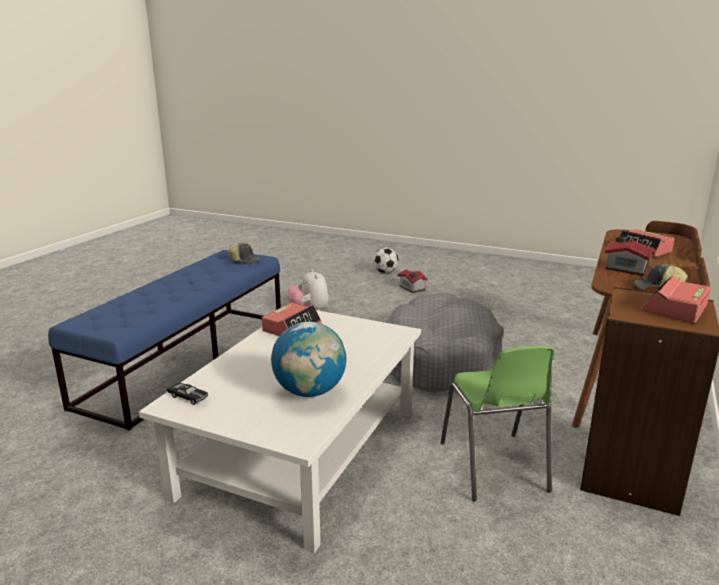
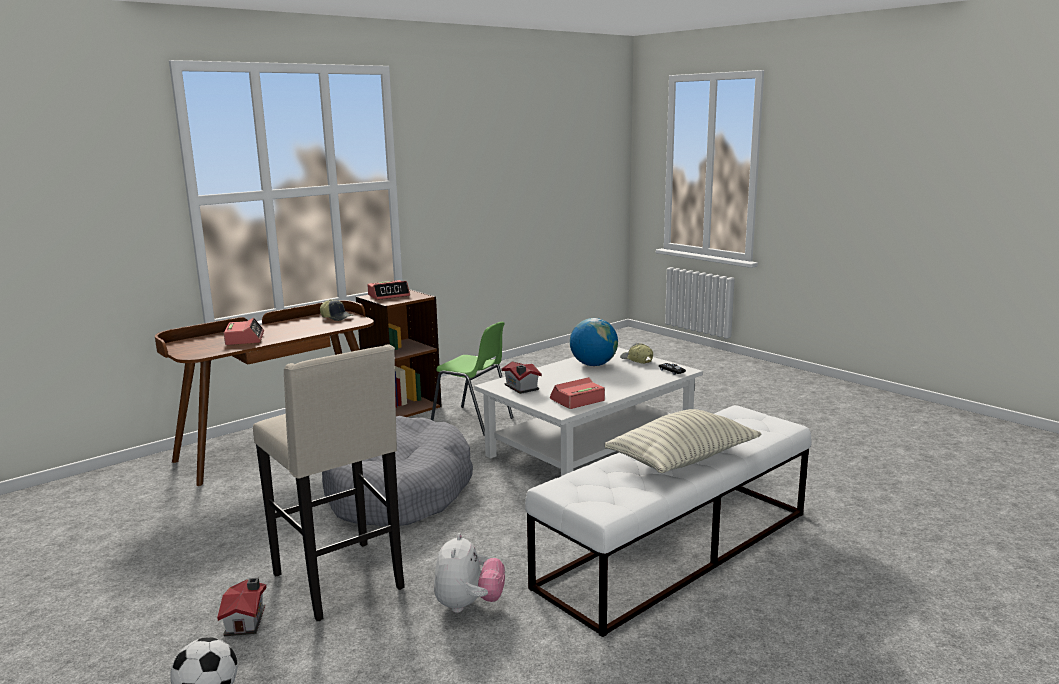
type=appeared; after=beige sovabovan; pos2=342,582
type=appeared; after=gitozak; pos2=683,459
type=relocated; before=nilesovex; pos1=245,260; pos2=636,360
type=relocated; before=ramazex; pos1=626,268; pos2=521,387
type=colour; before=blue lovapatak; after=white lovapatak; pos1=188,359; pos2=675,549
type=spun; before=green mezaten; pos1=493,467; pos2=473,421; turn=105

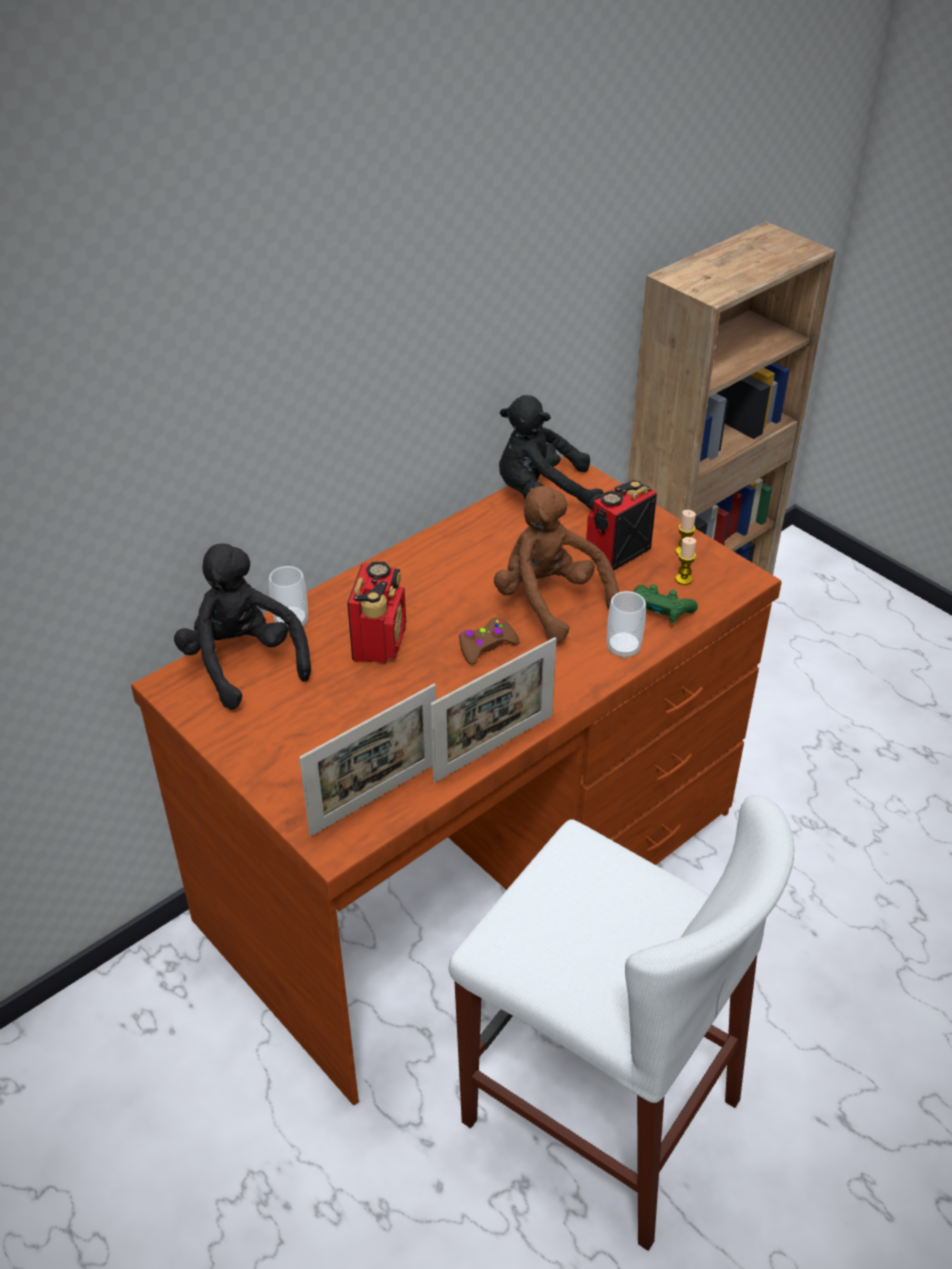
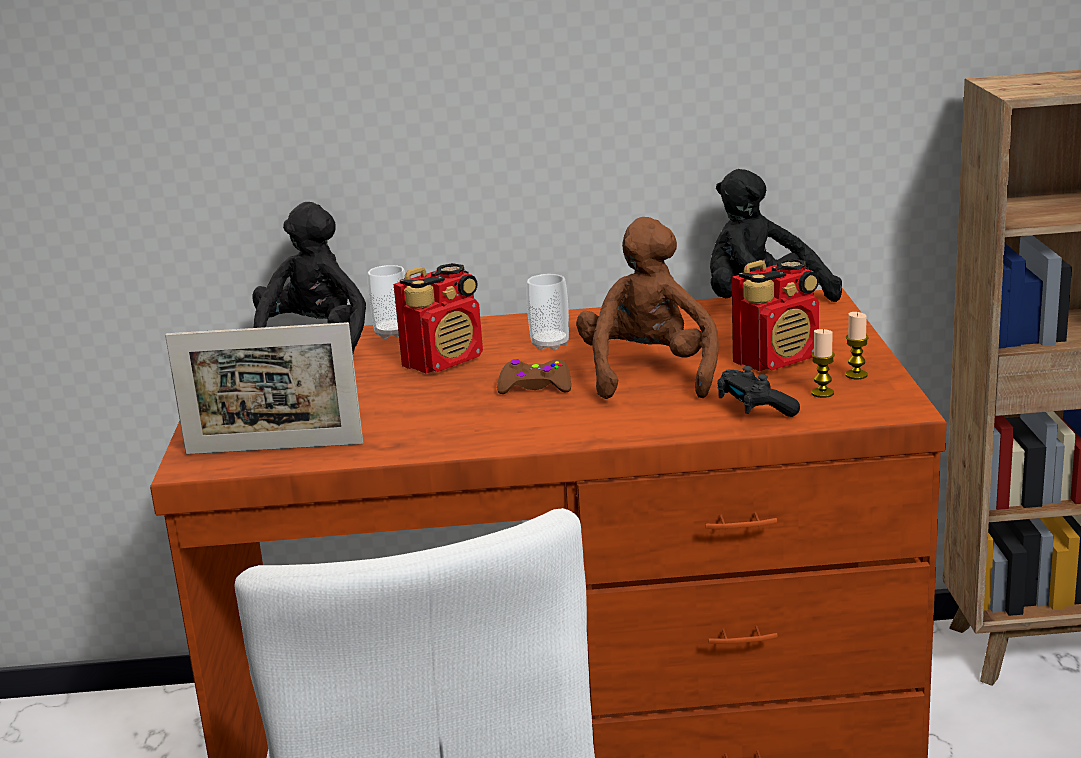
type=missing; before=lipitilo; pos1=494,748
type=relocated; before=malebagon; pos1=623,648; pos2=550,345
type=colour; before=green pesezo; after=black pesezo; pos1=660,612; pos2=755,408
type=spun; before=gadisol; pos1=616,552; pos2=777,359; turn=150

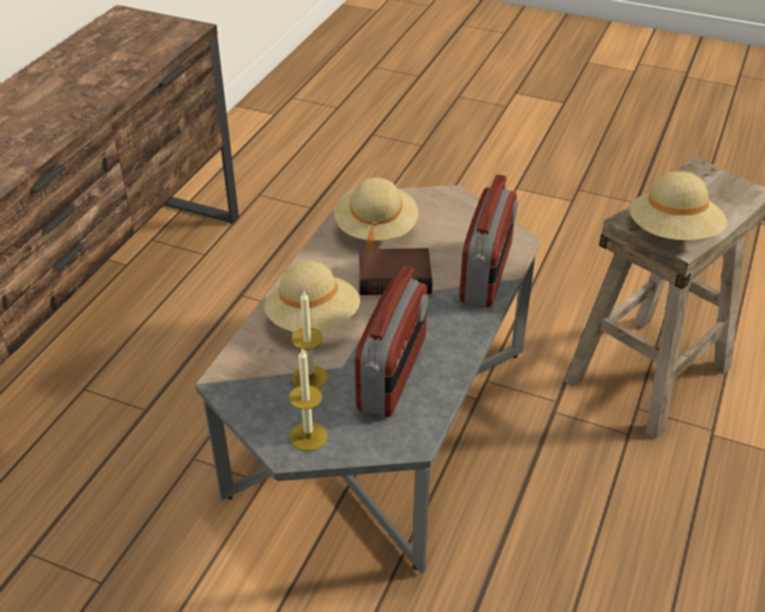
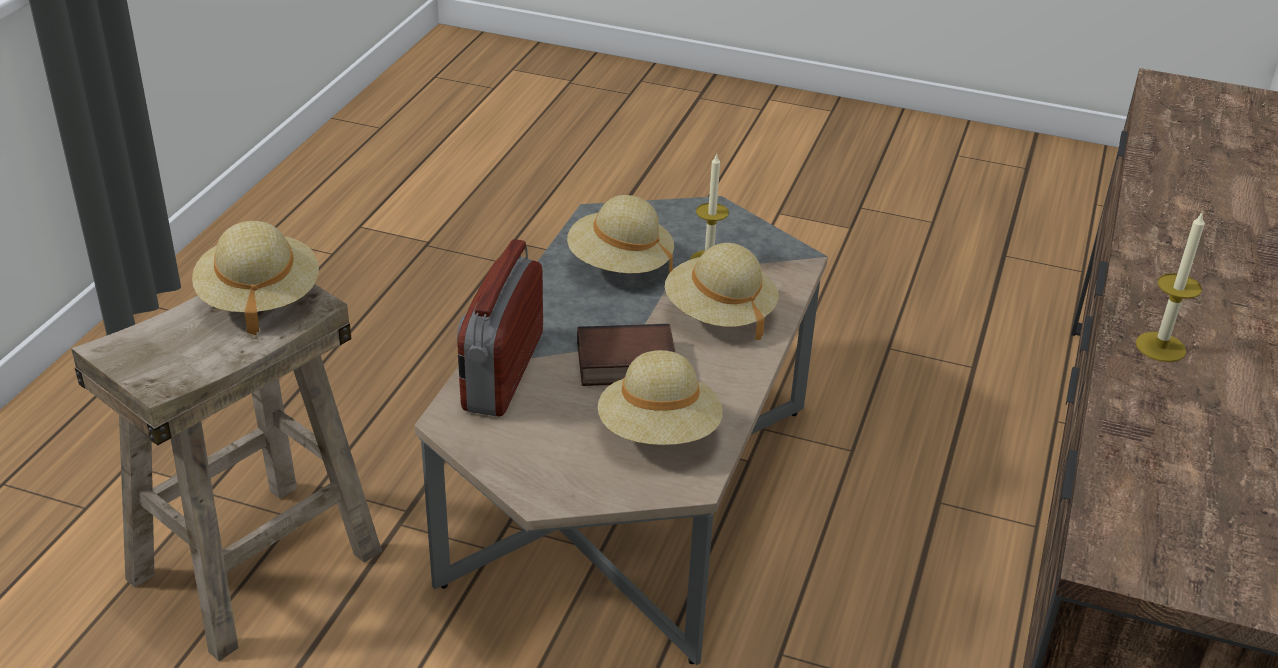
type=relocated; before=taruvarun; pos1=308,436; pos2=1160,347
type=exchanged; before=gadisol; after=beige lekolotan; pos1=393,374; pos2=619,265

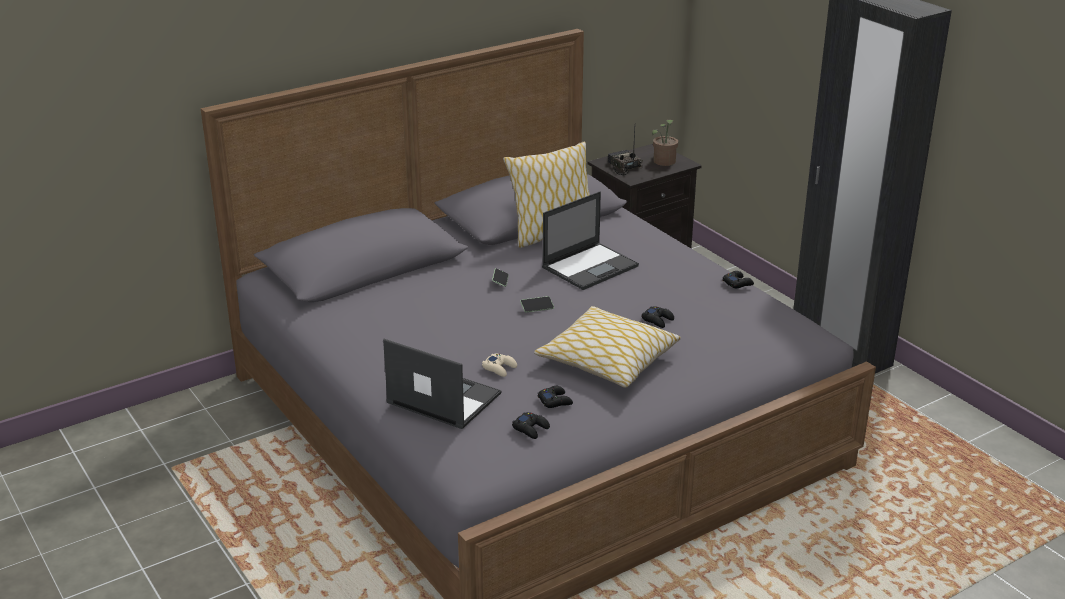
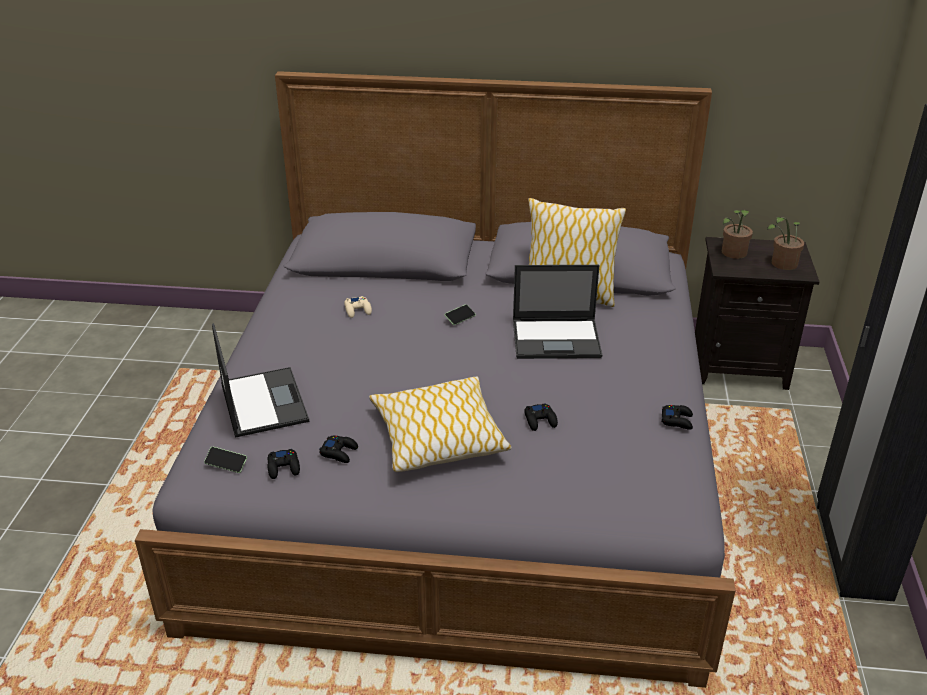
type=relocated; before=beige pesezo; pos1=499,368; pos2=358,310
type=relocated; before=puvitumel; pos1=537,308; pos2=226,464
type=exchanged; before=gadisol; after=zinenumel; pos1=623,166; pos2=733,254

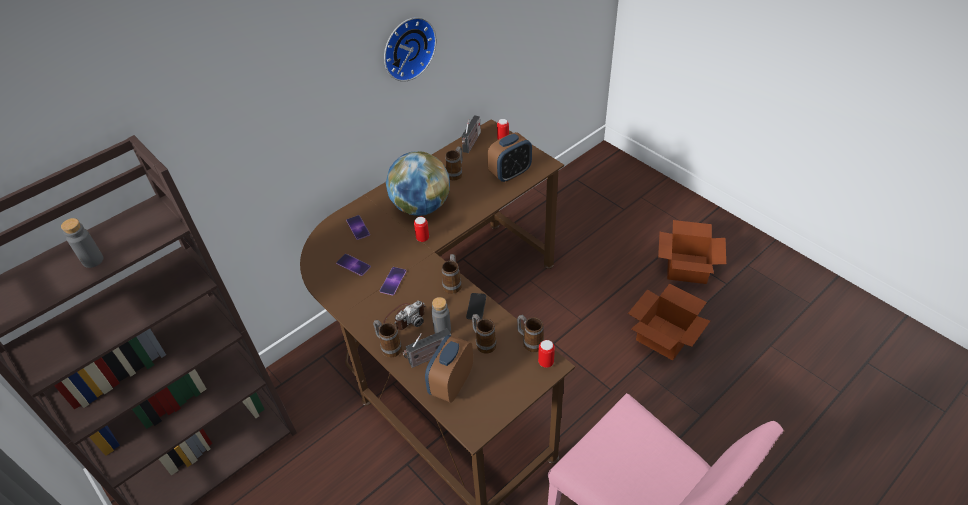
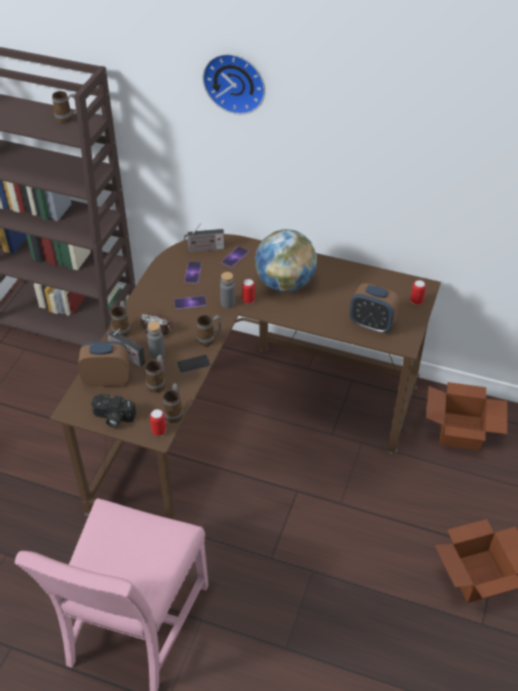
type=appeared; after=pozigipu; pos2=113,418
type=relocated; before=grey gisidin; pos1=93,260; pos2=228,303
type=relocated; before=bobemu; pos1=407,47; pos2=235,81
type=relocated; before=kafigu; pos1=456,173; pos2=67,119
type=relocated; before=gadisol; pos1=471,143; pos2=204,249
type=relocated; before=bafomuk; pos1=665,336; pos2=462,432

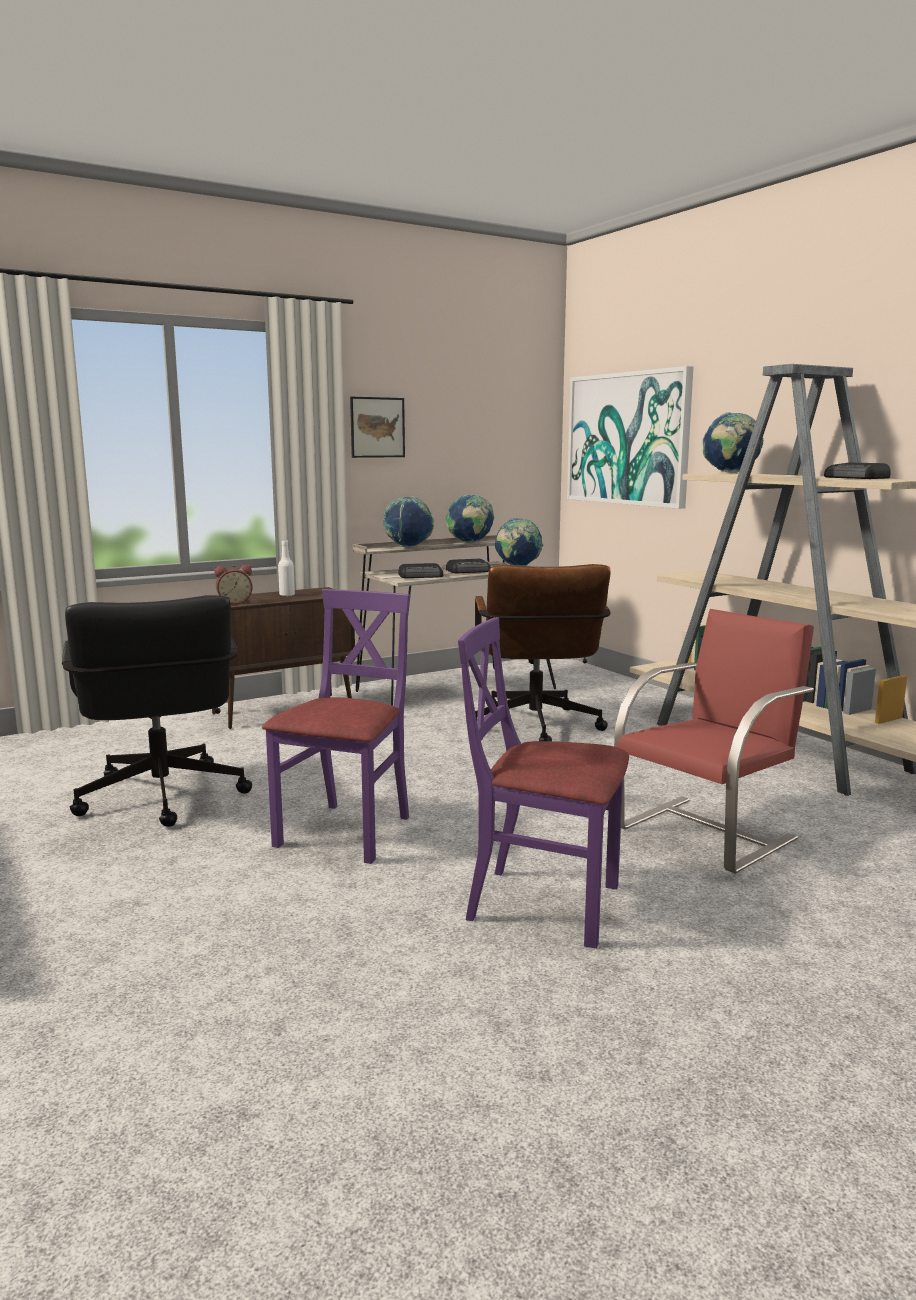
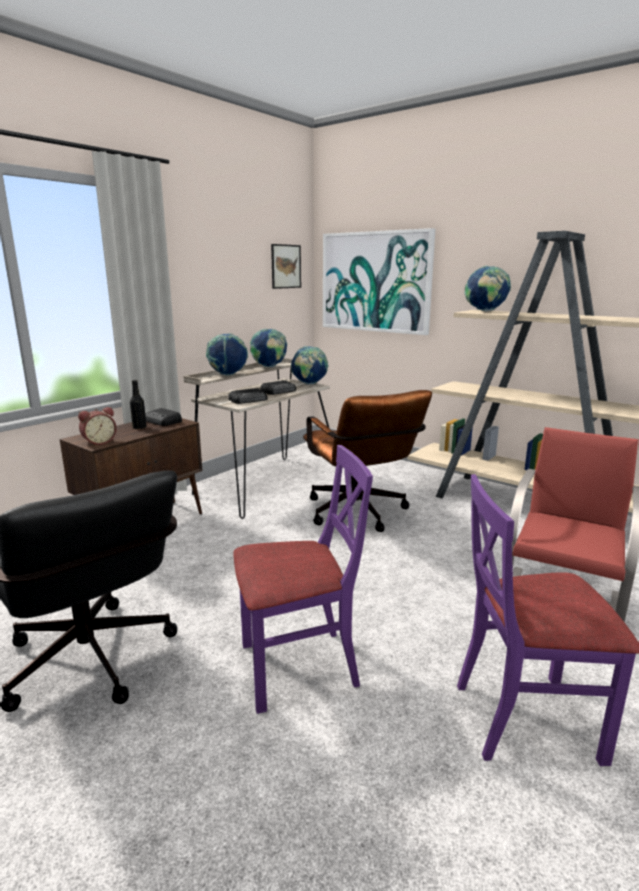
type=relocated; before=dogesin; pos1=377,427; pos2=286,266
type=relocated; before=gadisol; pos1=856,478; pos2=163,421
type=colour; before=white gisidin; after=black gisidin; pos1=287,595; pos2=139,427
type=spun; before=purple mezaten; pos1=346,832; pos2=298,666; turn=75

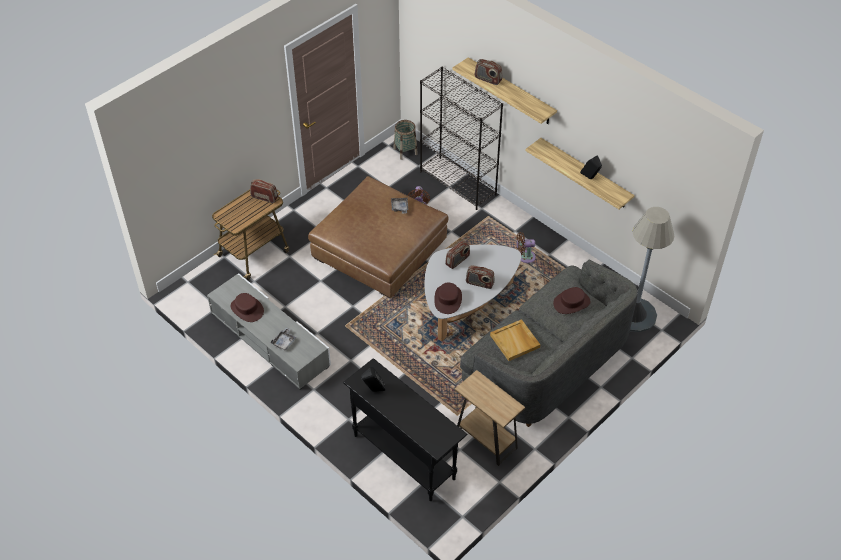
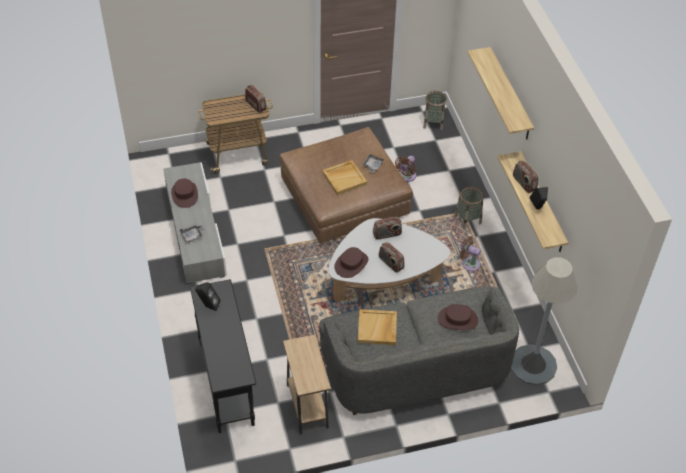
type=missing; before=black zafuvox; pos1=458,183
type=appeared; after=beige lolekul; pos2=344,178
type=appeared; after=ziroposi; pos2=467,219
type=relocated; before=gadisol; pos1=488,79; pos2=524,183

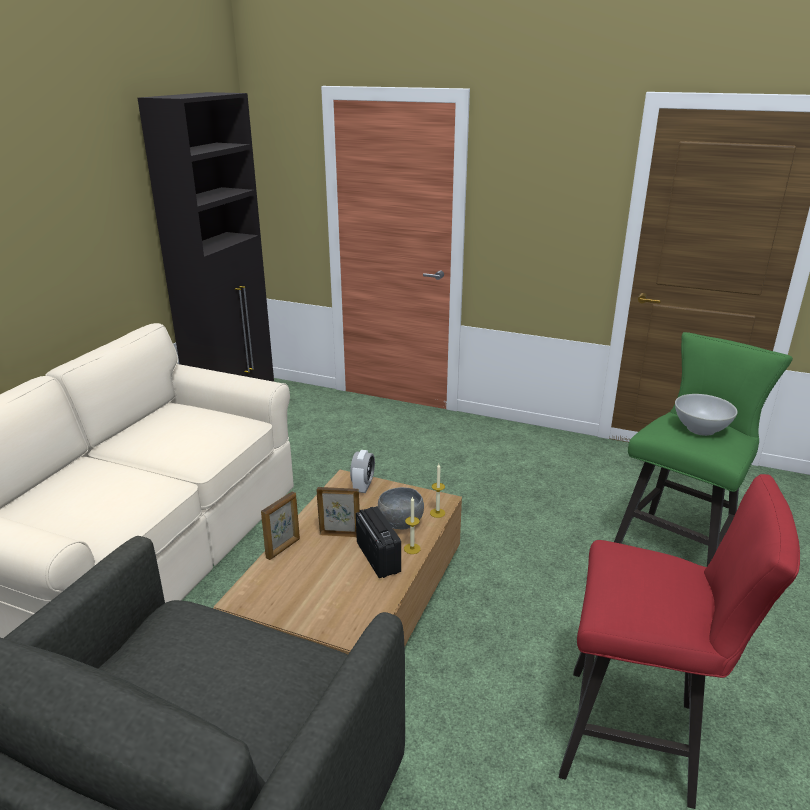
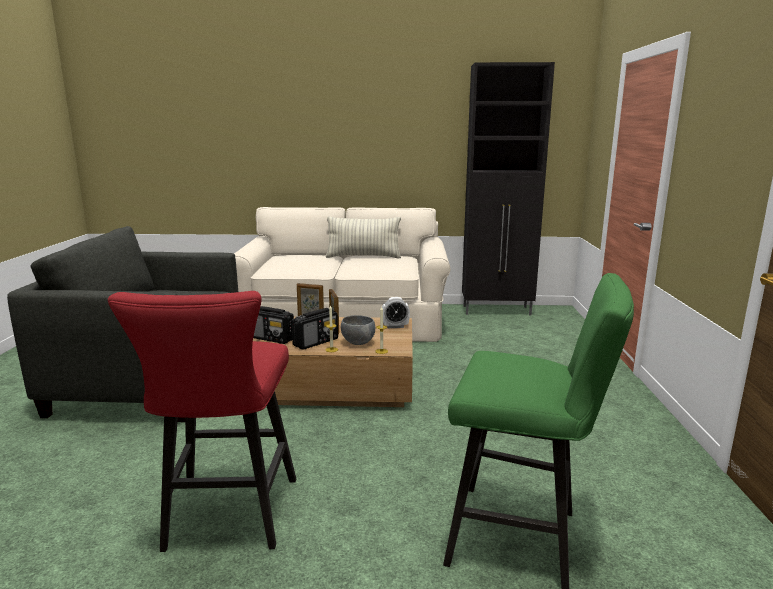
type=missing; before=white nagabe; pos1=700,429
type=appeared; after=gadisol; pos2=272,338
type=appeared; after=gitozak; pos2=363,257

